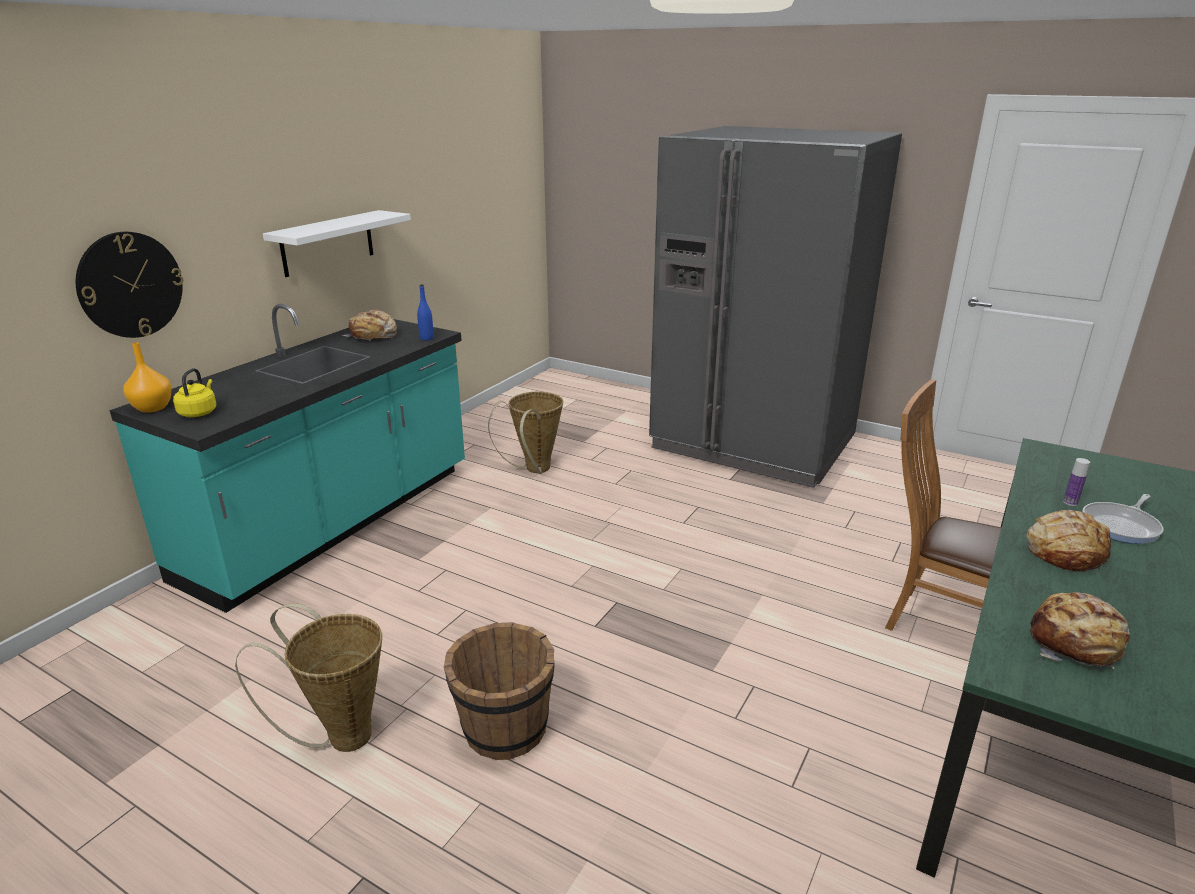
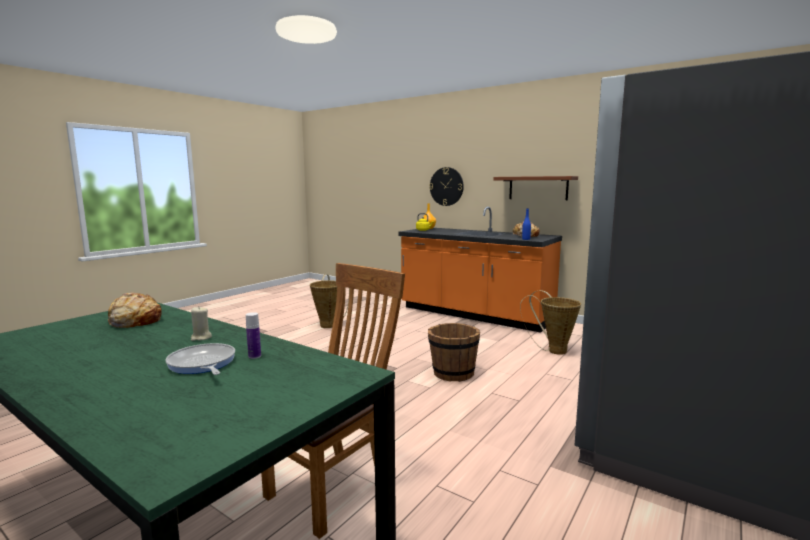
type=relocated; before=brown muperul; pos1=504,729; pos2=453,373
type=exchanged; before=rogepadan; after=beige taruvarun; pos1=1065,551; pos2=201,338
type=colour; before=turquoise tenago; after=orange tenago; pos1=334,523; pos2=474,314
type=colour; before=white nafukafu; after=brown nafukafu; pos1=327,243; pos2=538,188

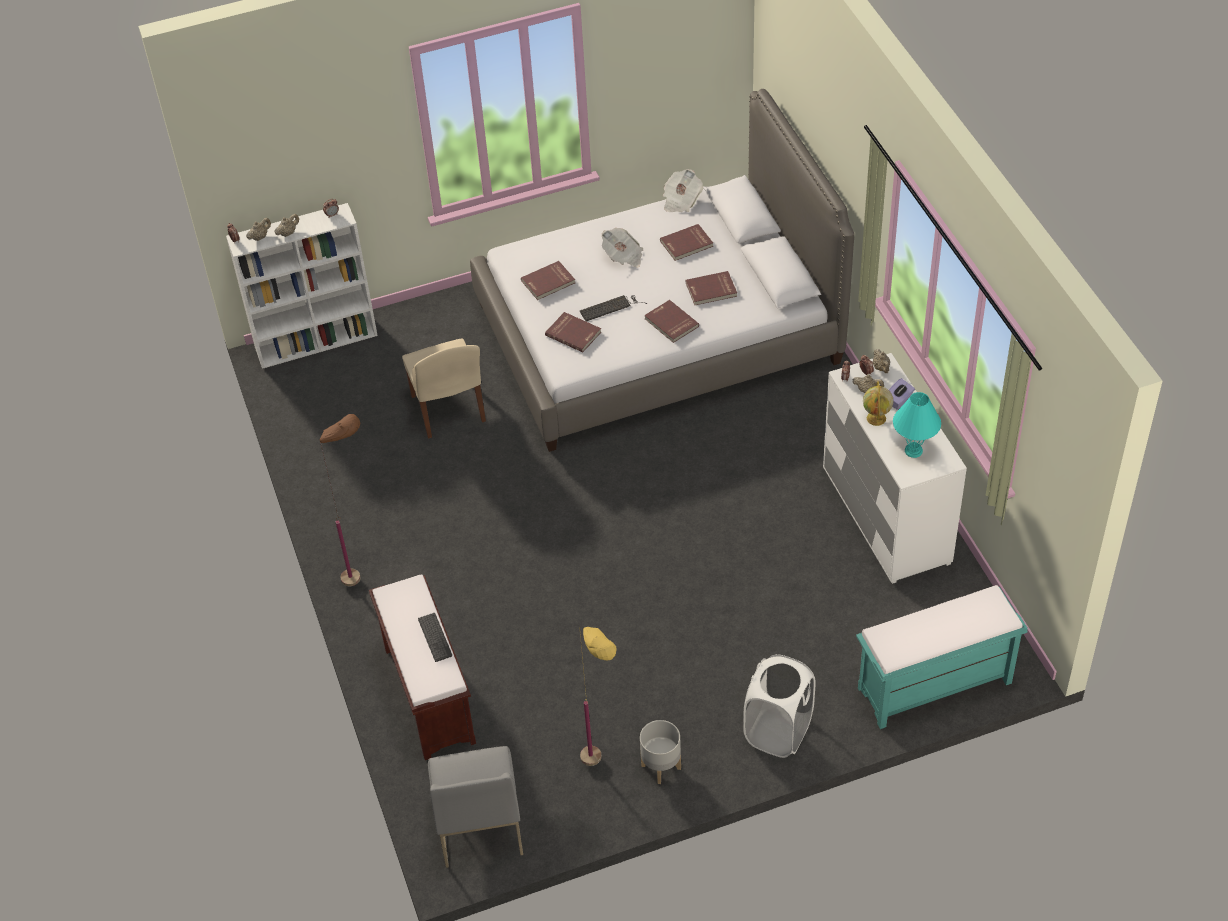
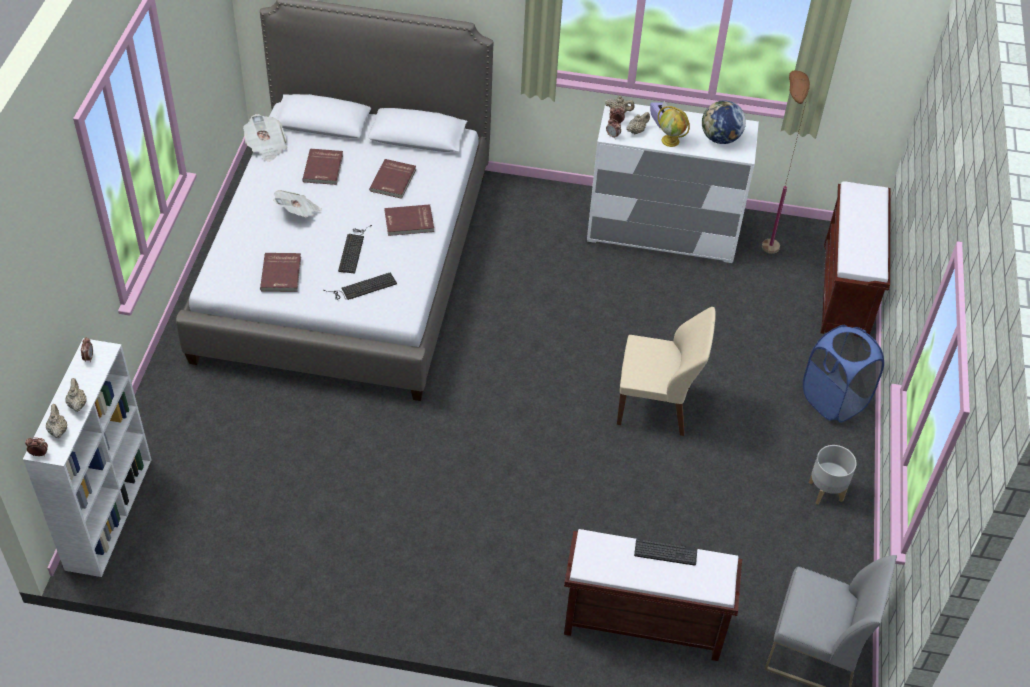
type=missing; before=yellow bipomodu; pos1=603,771
type=relocated; before=brown bipomodu; pos1=365,573; pos2=765,240
type=relocated; before=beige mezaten; pos1=448,410; pos2=656,406
type=exchanged; before=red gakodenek; after=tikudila; pos1=574,333; pos2=362,287
type=exchanged; before=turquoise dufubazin; after=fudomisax; pos1=913,451; pos2=720,139
type=colour; before=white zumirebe; after=blue zumirebe; pos1=778,731; pos2=834,400
type=colour; before=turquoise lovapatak; after=brown lovapatak; pos1=933,686; pos2=846,291

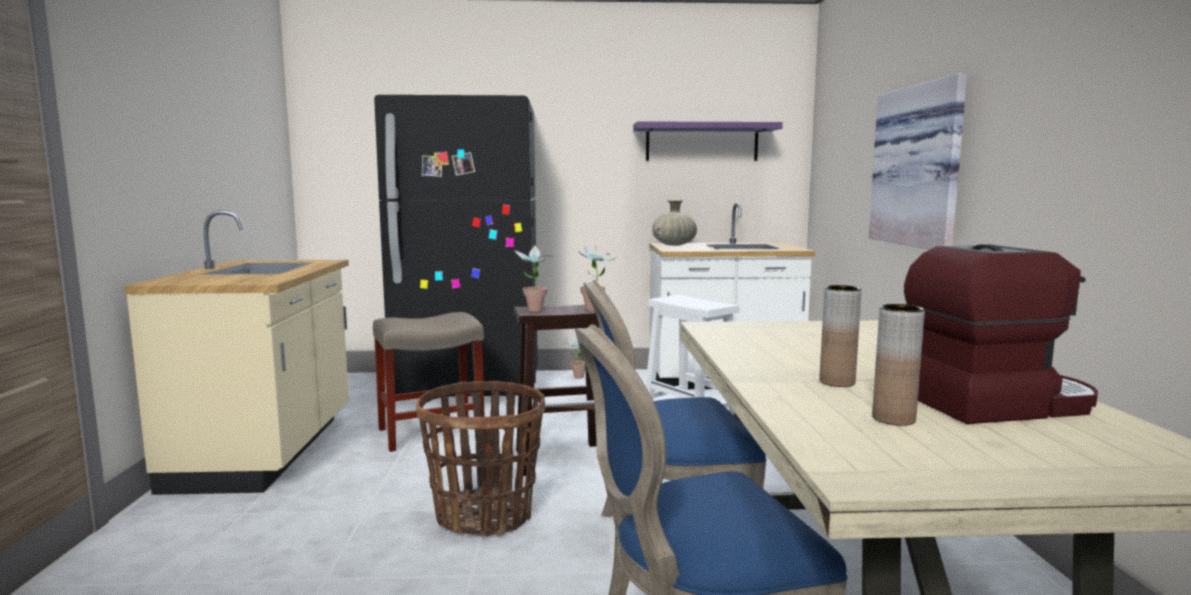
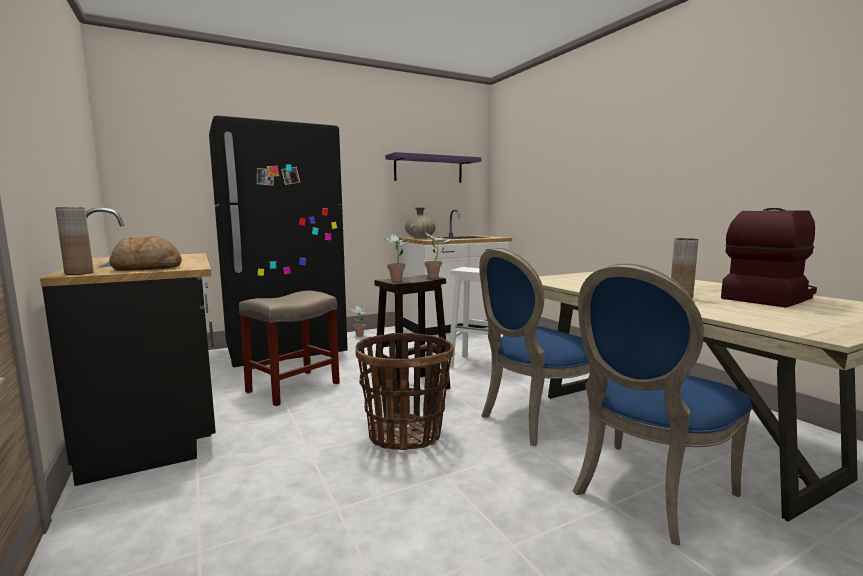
type=missing; before=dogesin; pos1=920,166
type=appeared; after=rogepadan; pos2=146,268
type=relocated; before=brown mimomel; pos1=893,419; pos2=79,273
type=colour; before=beige tenago; after=black tenago; pos1=267,452; pos2=160,426

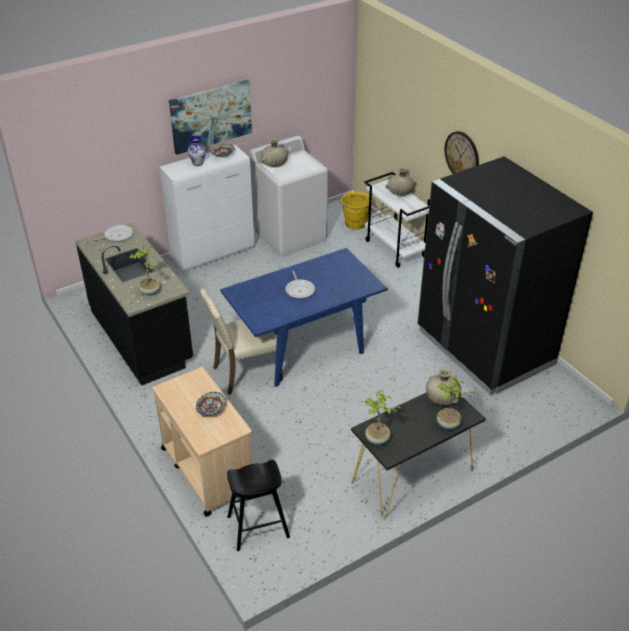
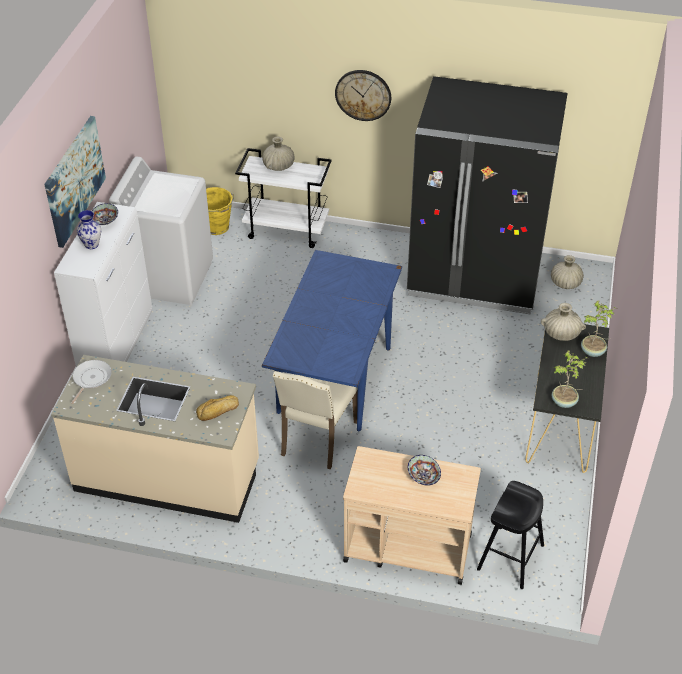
type=missing; before=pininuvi; pos1=299,290
type=relocated; before=beige mimomel; pos1=274,164; pos2=565,283
type=exchanged; before=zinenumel; after=rogepadan; pos1=149,292; pos2=218,411
type=colour; before=black tenago; after=beige tenago; pos1=142,336; pos2=168,477

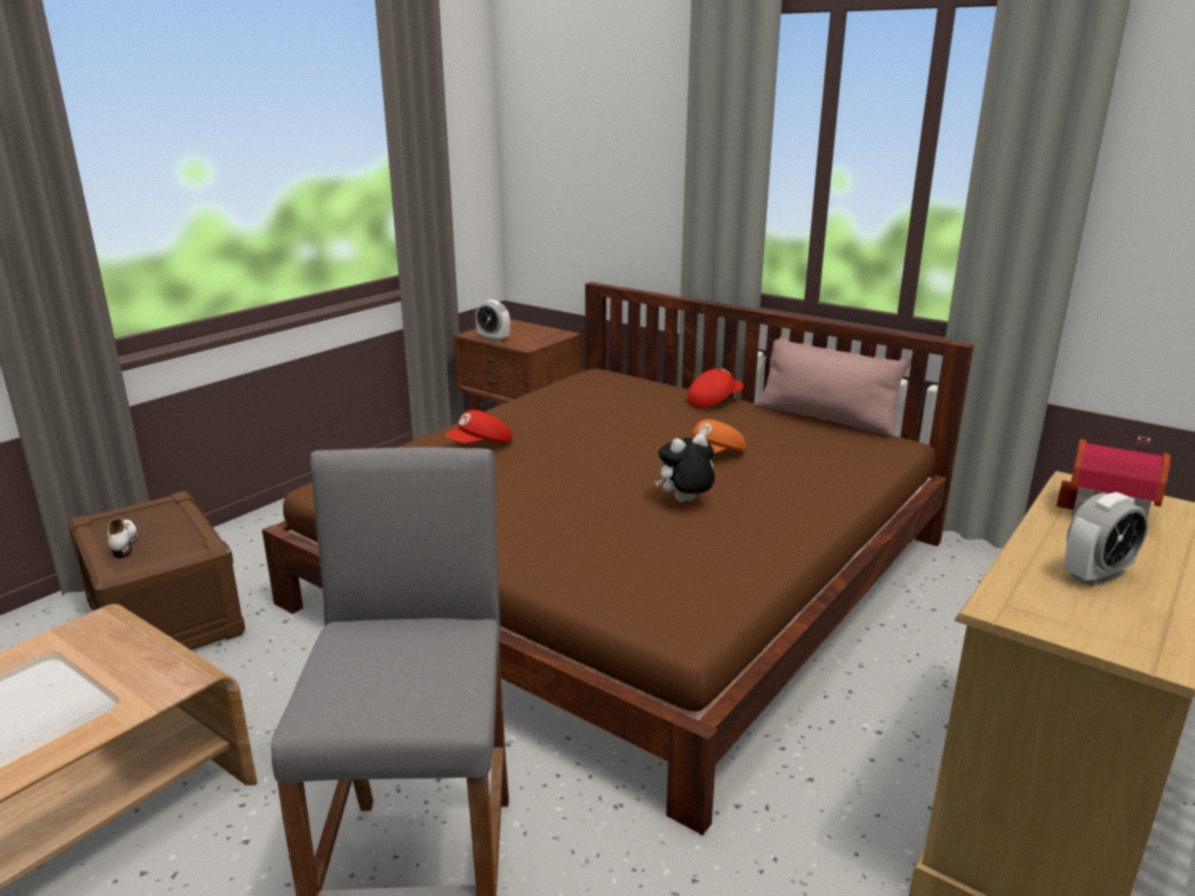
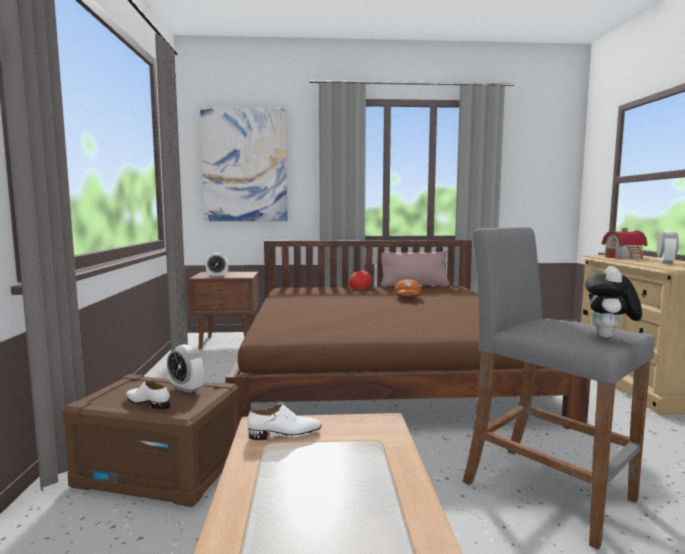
type=missing; before=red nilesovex; pos1=481,445
type=appeared; after=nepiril; pos2=186,388
type=appeared; after=dogesin; pos2=245,165
type=appeared; after=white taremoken; pos2=285,434
type=relocated; before=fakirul; pos1=685,502; pos2=609,337

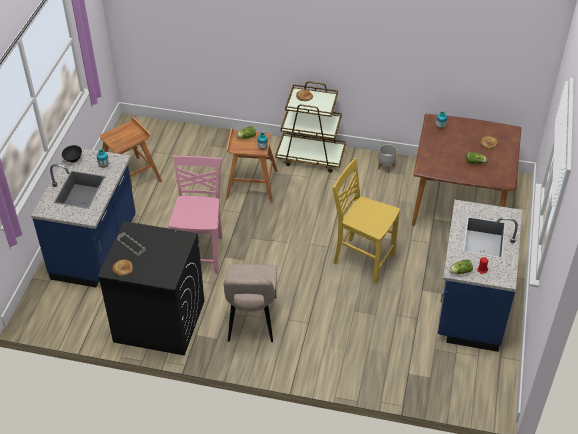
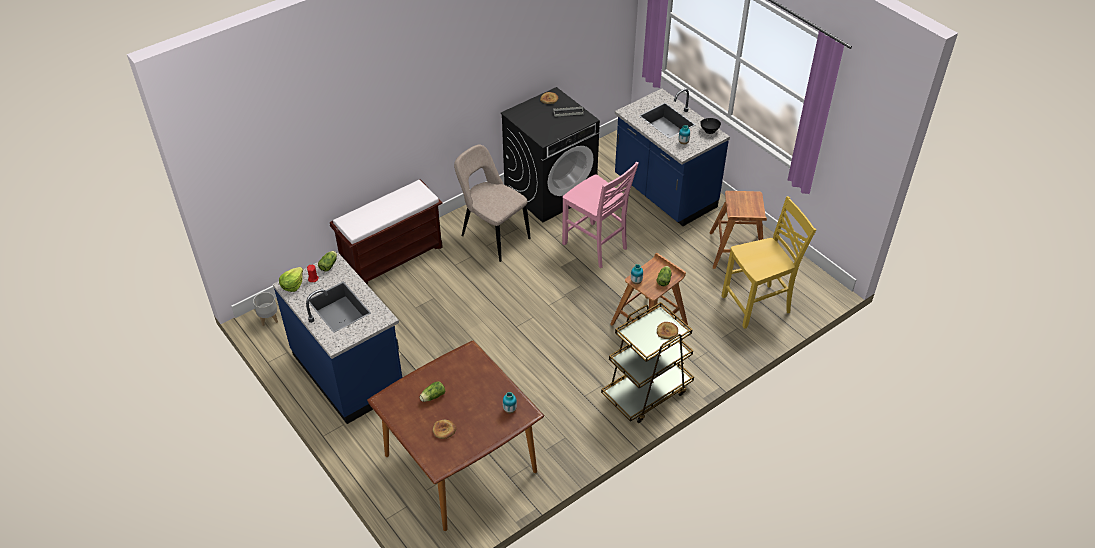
type=appeared; after=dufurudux; pos2=292,285
type=appeared; after=brown lovapatak; pos2=393,257
type=relocated; before=yellow mezaten; pos1=362,259; pos2=757,305
type=relocated; before=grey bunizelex; pos1=386,167; pos2=268,319

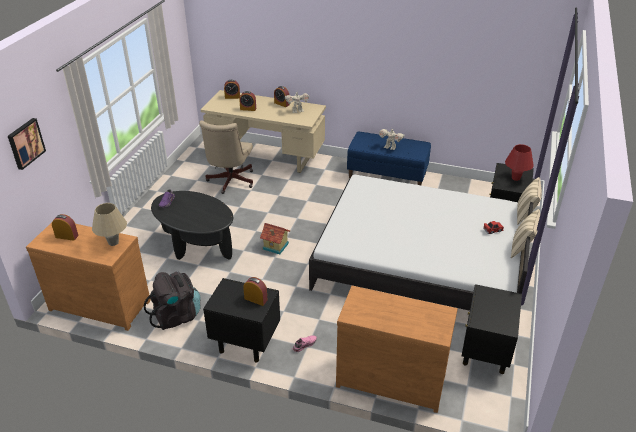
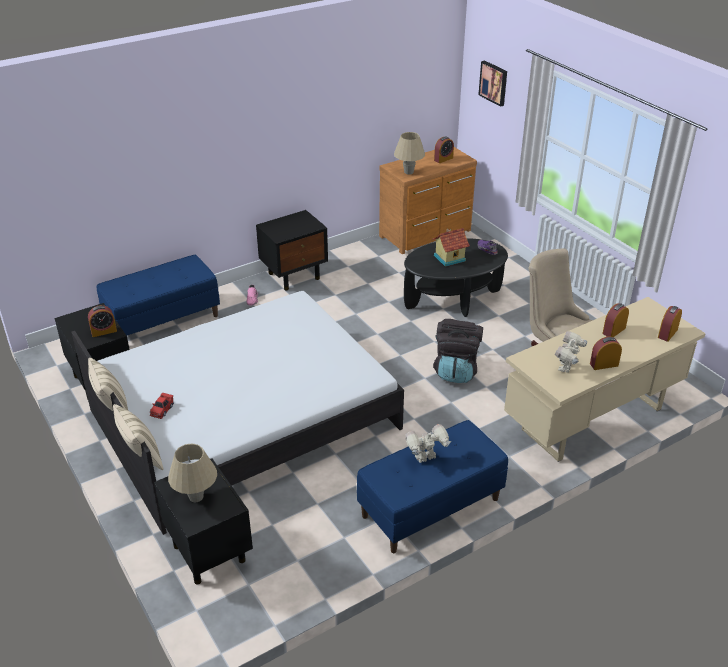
type=relocated; before=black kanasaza; pos1=176,316; pos2=456,370
type=relocated; before=nepiril; pos1=255,299; pos2=104,331
type=relocated; before=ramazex; pos1=275,246; pos2=449,258
type=exchanged; before=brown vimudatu; after=blue lovapatak; pos1=390,377; pos2=163,320
type=colour; before=red dufubazin; after=beige dufubazin; pos1=515,178; pos2=196,497

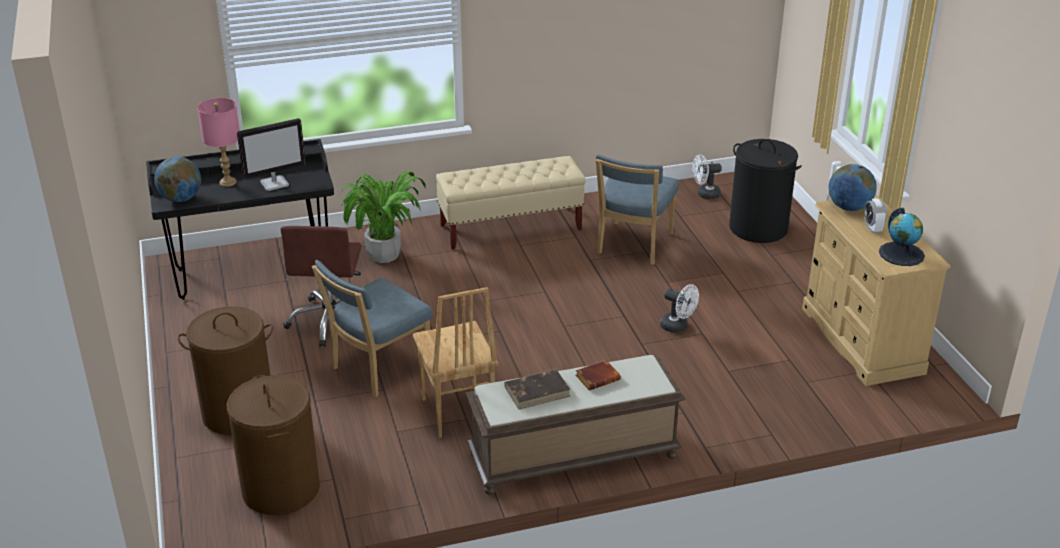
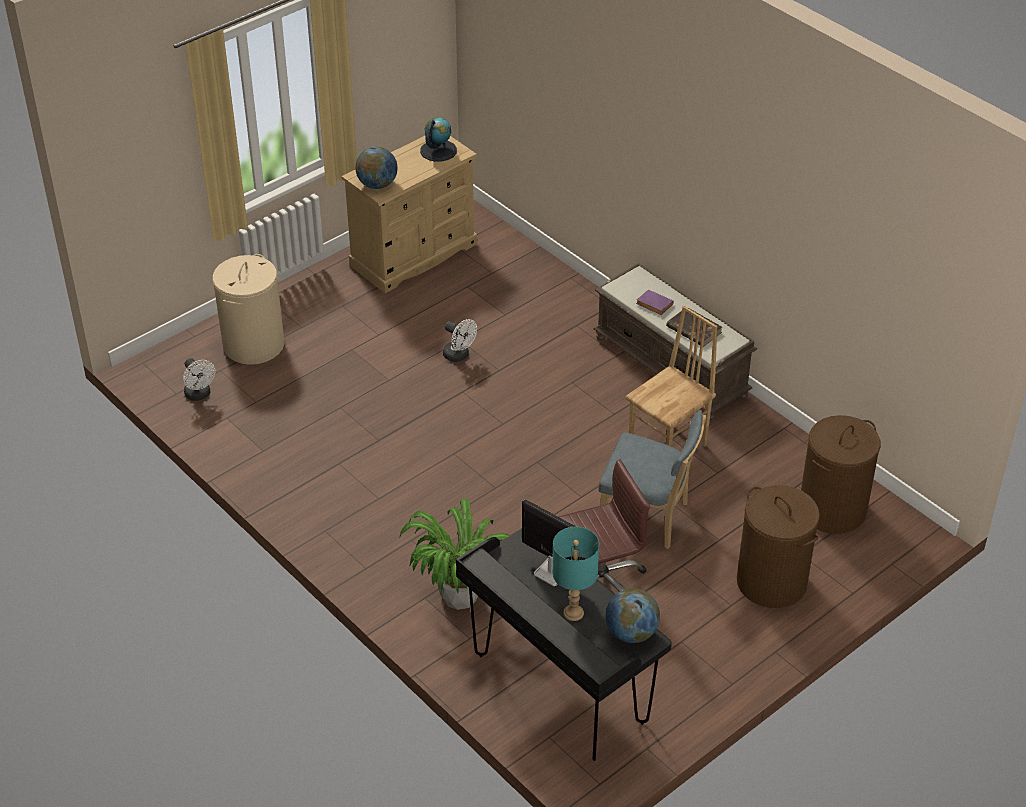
type=missing; before=beige lovapatak; pos1=511,228
type=missing; before=blue mezaten; pos1=632,246
type=missing; before=nepiril; pos1=872,228
type=colour; before=pink dufubazin; after=turquoise dufubazin; pos1=227,182; pos2=573,613
type=colour; before=brown gakodenek; after=purple gakodenek; pos1=598,377; pos2=653,305
type=colour; before=black zumirebe; after=beige zumirebe; pos1=758,228; pos2=253,344
type=spun; before=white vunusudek; pos1=678,327; pos2=459,356; turn=120

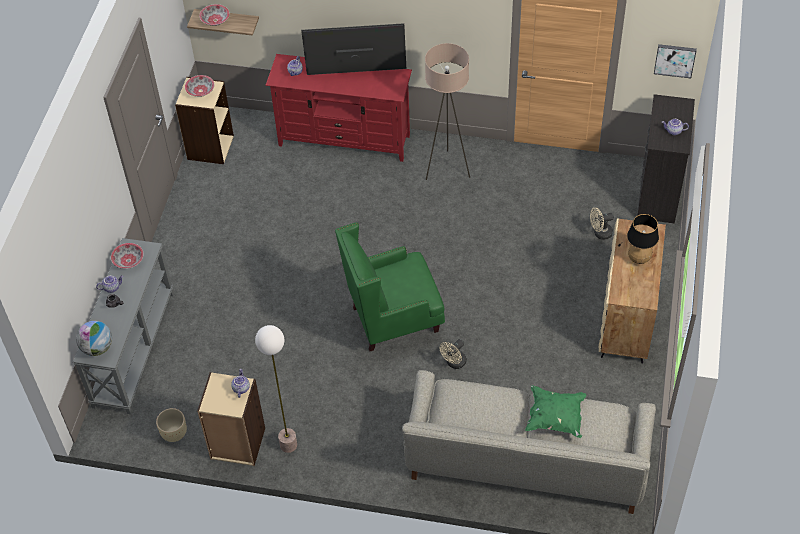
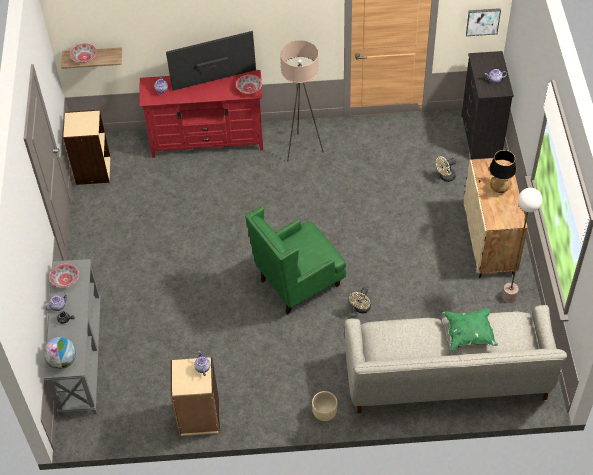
type=relocated; before=beige bunizelex; pos1=174,433; pos2=324,413
type=relocated; before=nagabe; pos1=200,91; pos2=249,89
type=relocated; before=bipomodu; pos1=288,445; pos2=509,297

